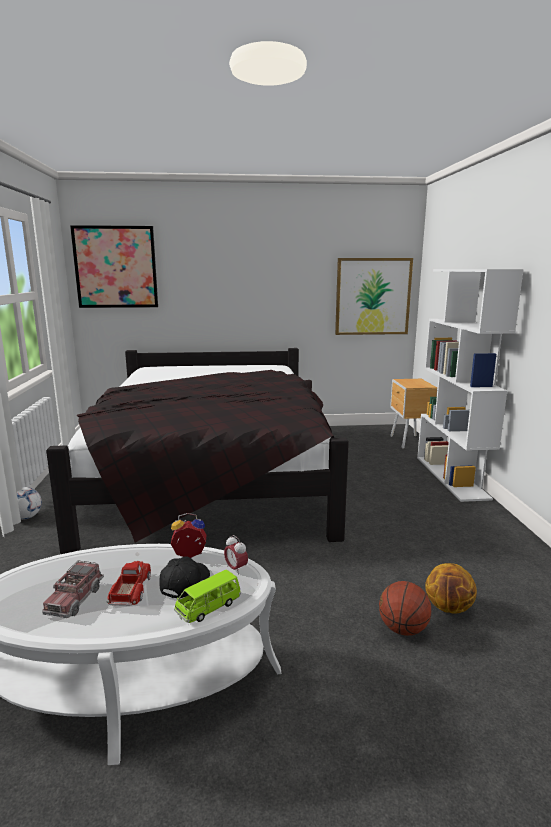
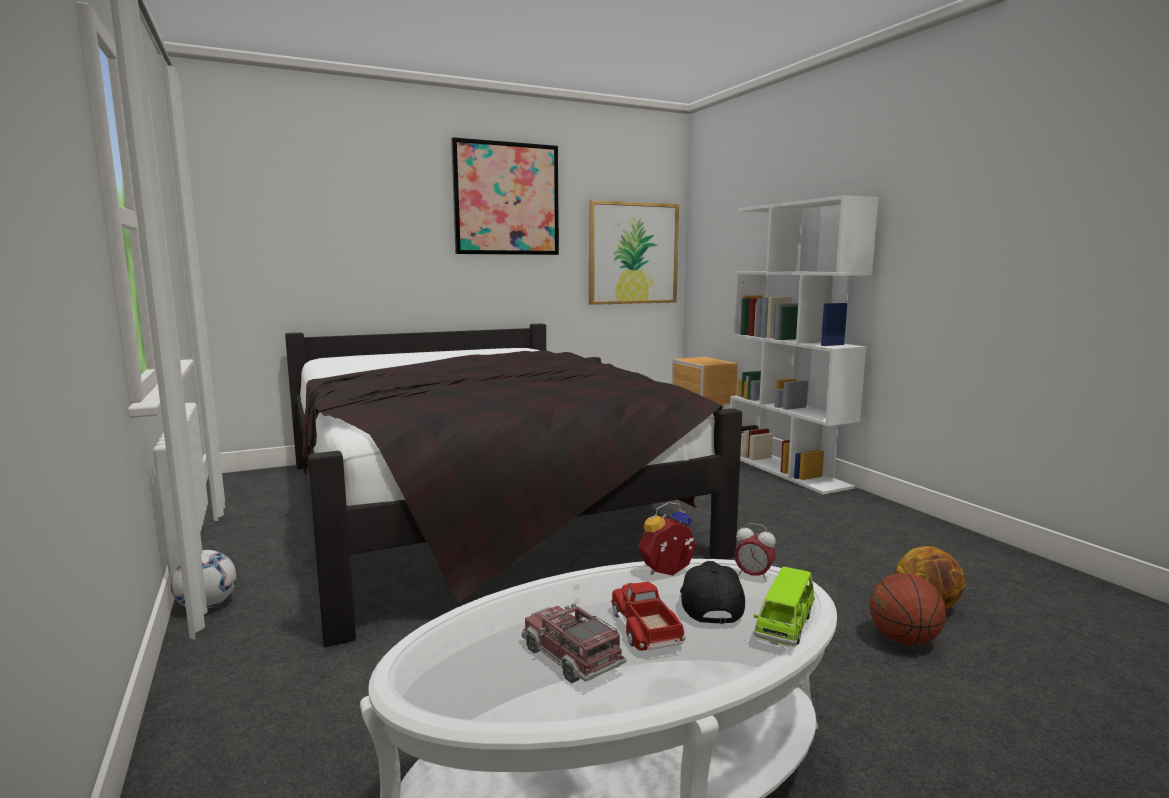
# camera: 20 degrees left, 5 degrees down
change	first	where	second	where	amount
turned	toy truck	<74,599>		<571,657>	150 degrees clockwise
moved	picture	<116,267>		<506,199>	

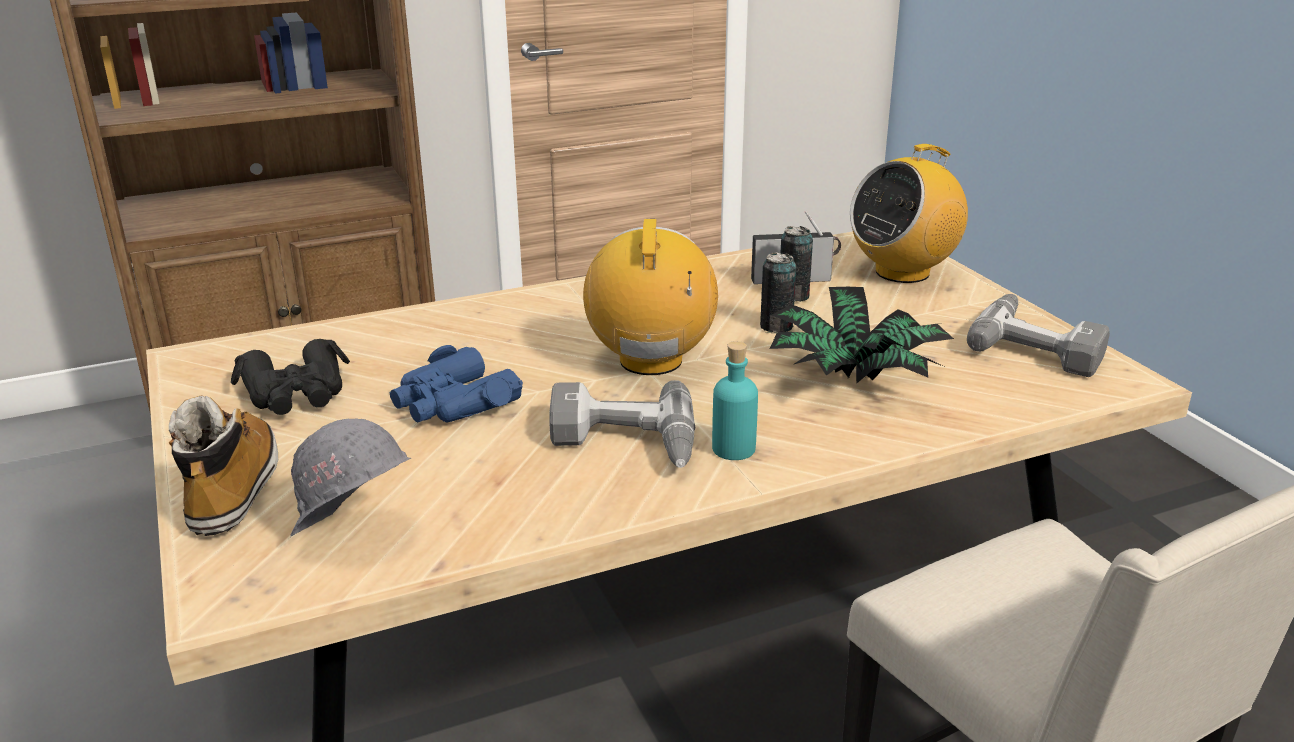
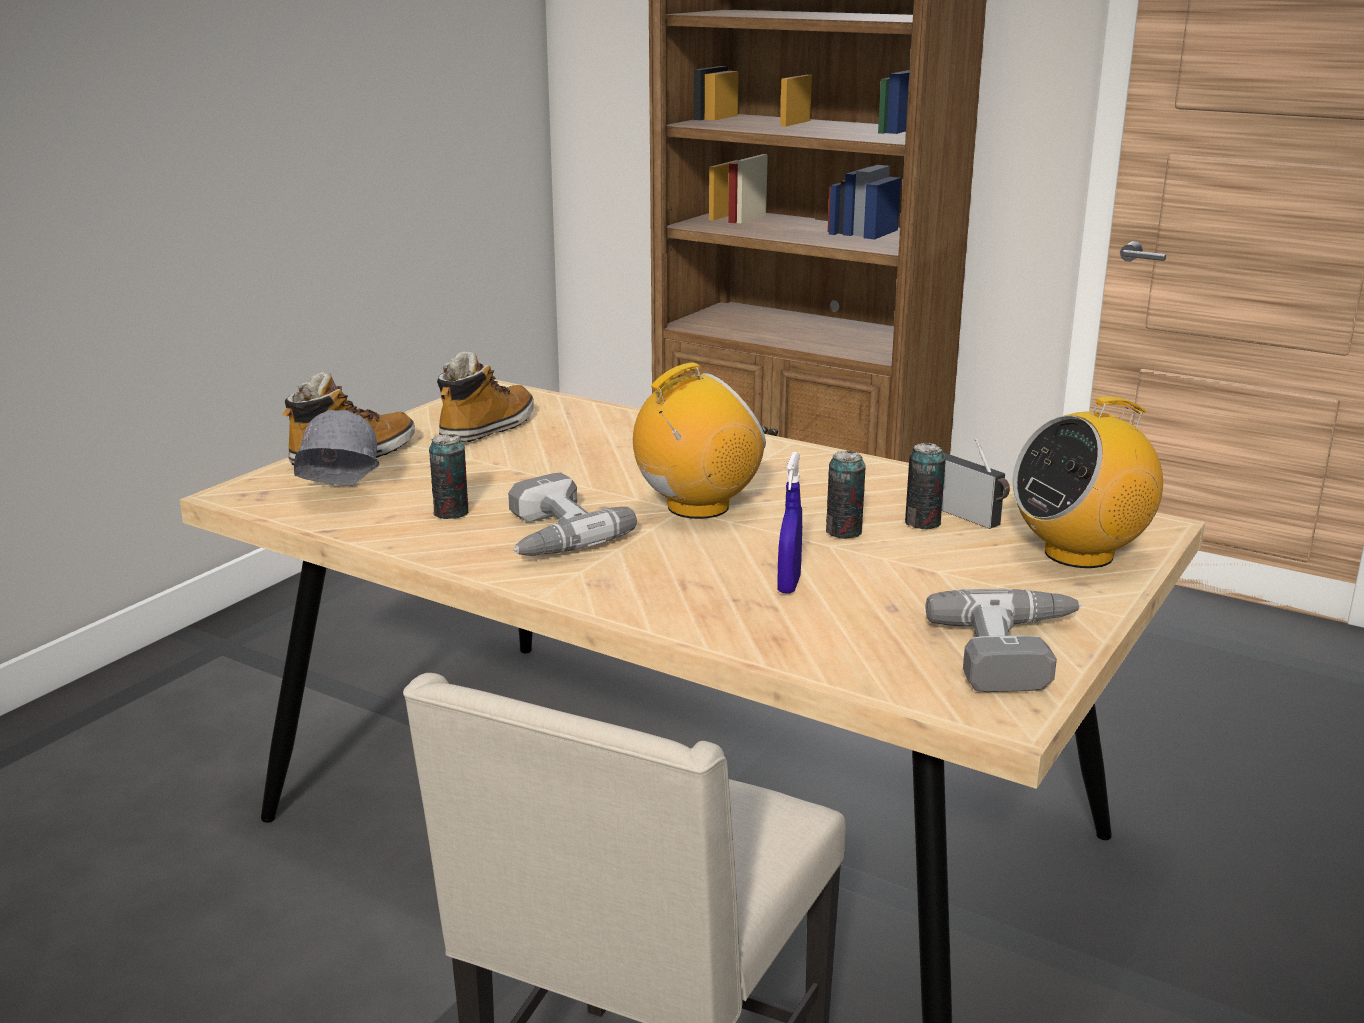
# camera: 55 degrees right, 5 degrees down
change	first	where	second	where	amount
replaced	binoculars (black)	<296,393>	boot	<487,428>	
removed	binoculars (blue)	<453,403>			
removed	bottle (turquoise)	<733,449>			
replaced	potted plant	<852,378>	spray bottle (blue)	<789,585>	
turned	radio	<902,272>		<1079,553>	45 degrees counterclockwise
added			can	<451,513>	

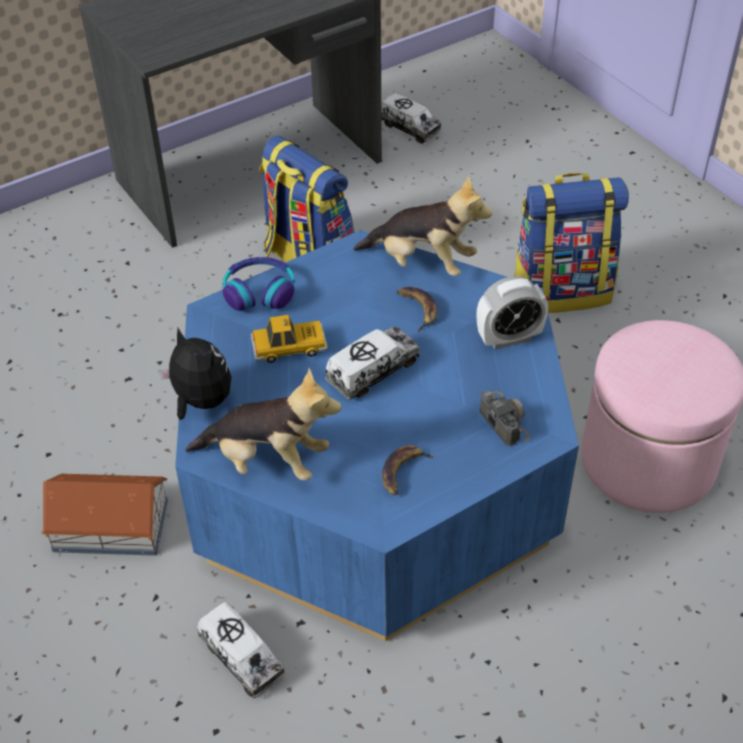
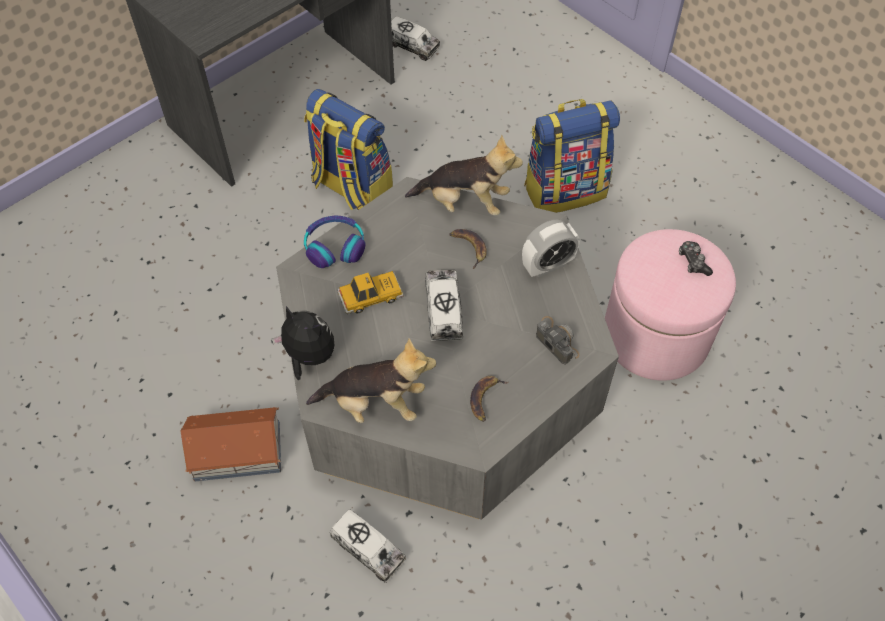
# camera: 10 degrees left, 10 degrees up
change	first	where	second	where	amount
recoloured	coffee table (blue)	<372,477>	coffee table (grey)	<441,379>	
turned	toy truck	<373,371>		<443,310>	45 degrees counterclockwise
added			game controller	<693,262>	

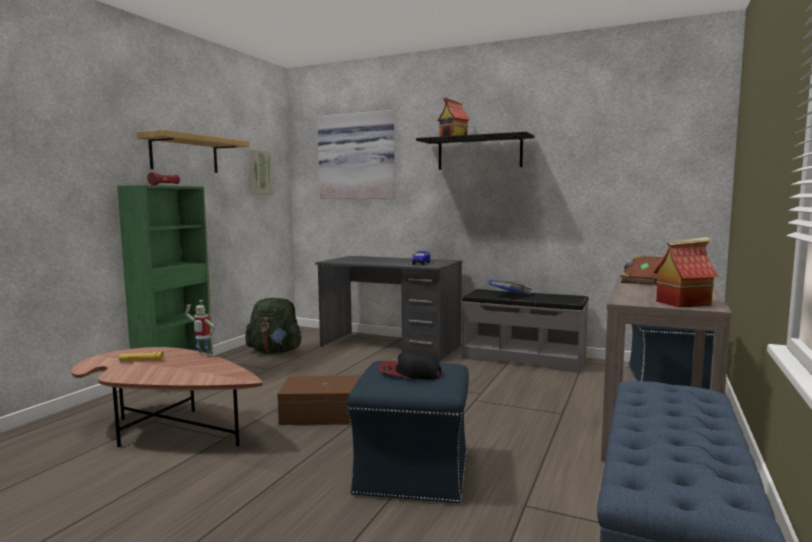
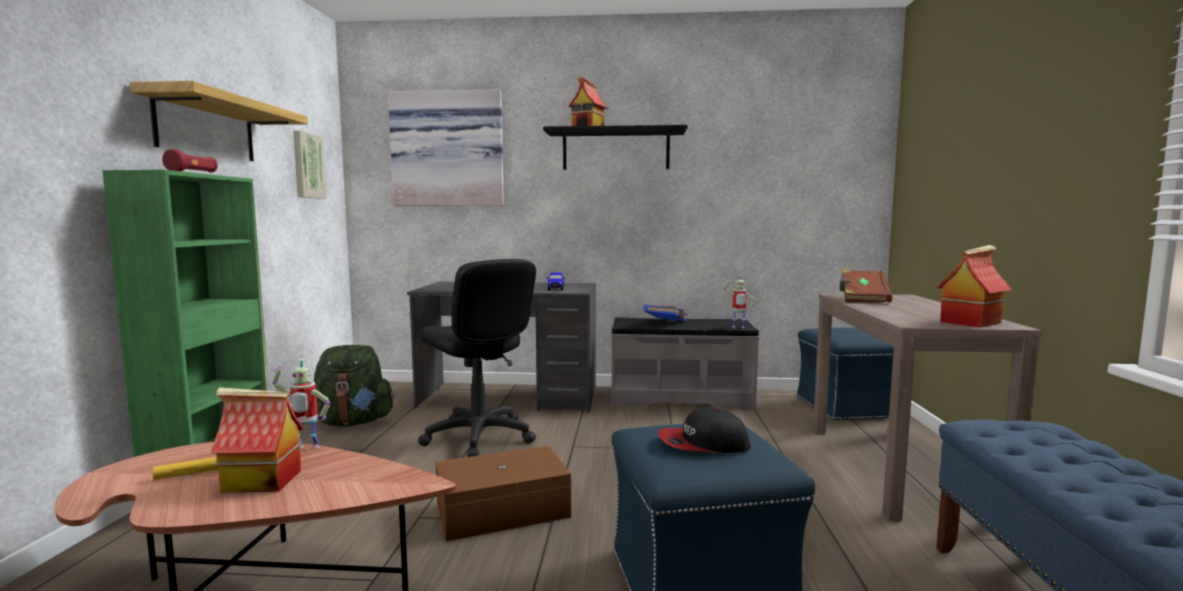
# camera: 20 degrees left, 0 degrees up
change	first	where	second	where	amount
added			toy house	<260,481>	
added			office chair (black)	<479,437>	
added			toy robot	<738,327>	

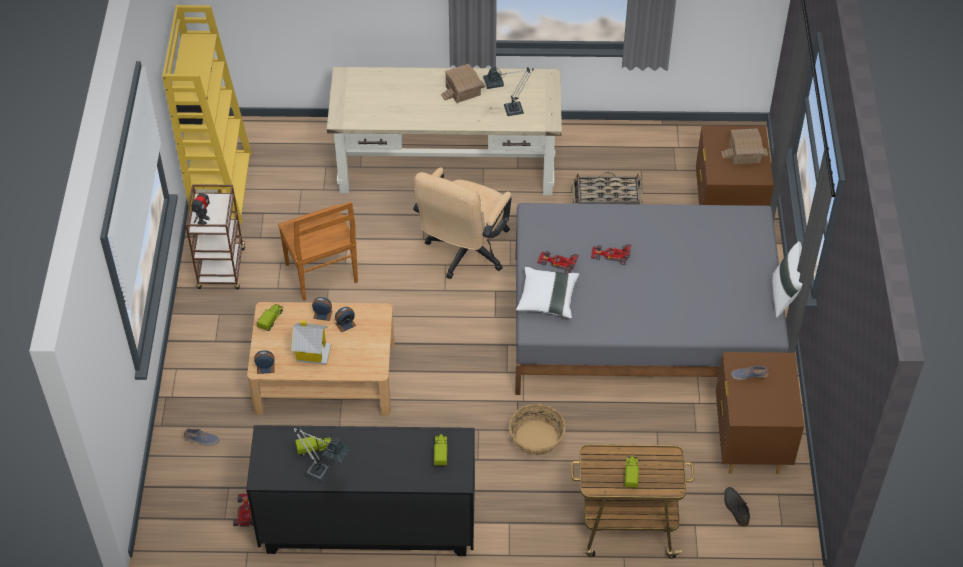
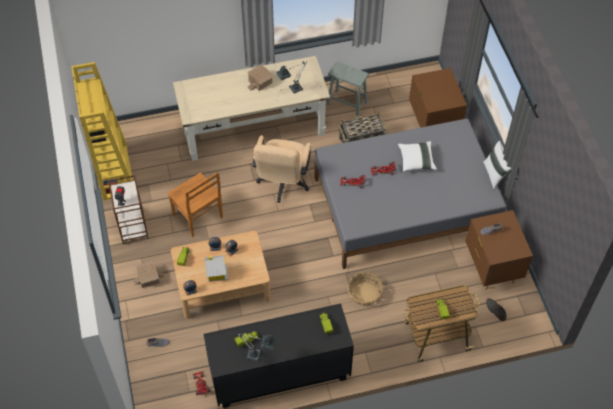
# camera: 15 degrees left, 5 degrees up
change	first	where	second	where	amount
moved	pillow (white)	<547,299>		<416,160>	
moved	toy house	<744,153>		<148,277>	
added			stool (grey)	<347,103>	

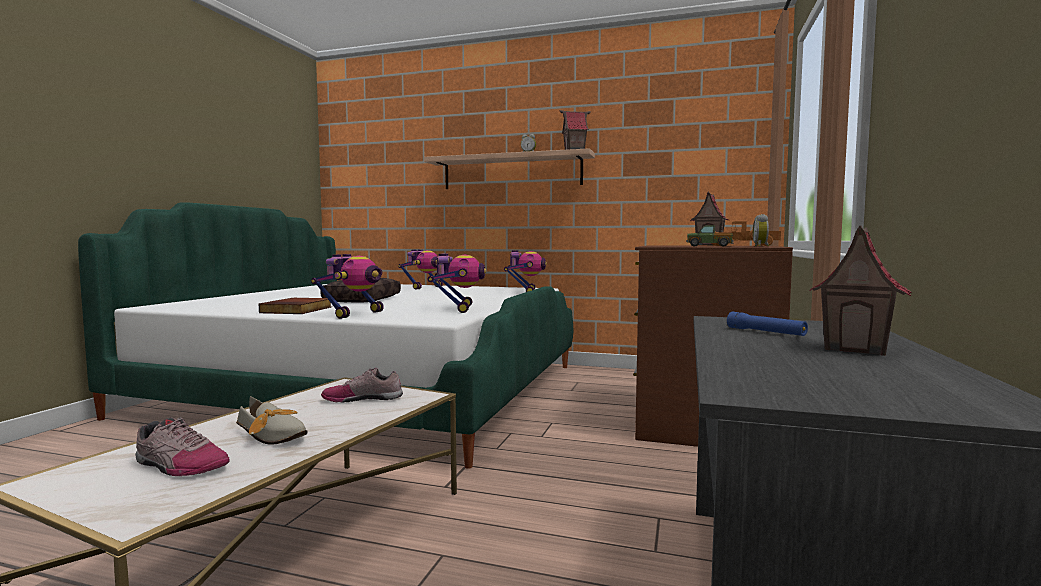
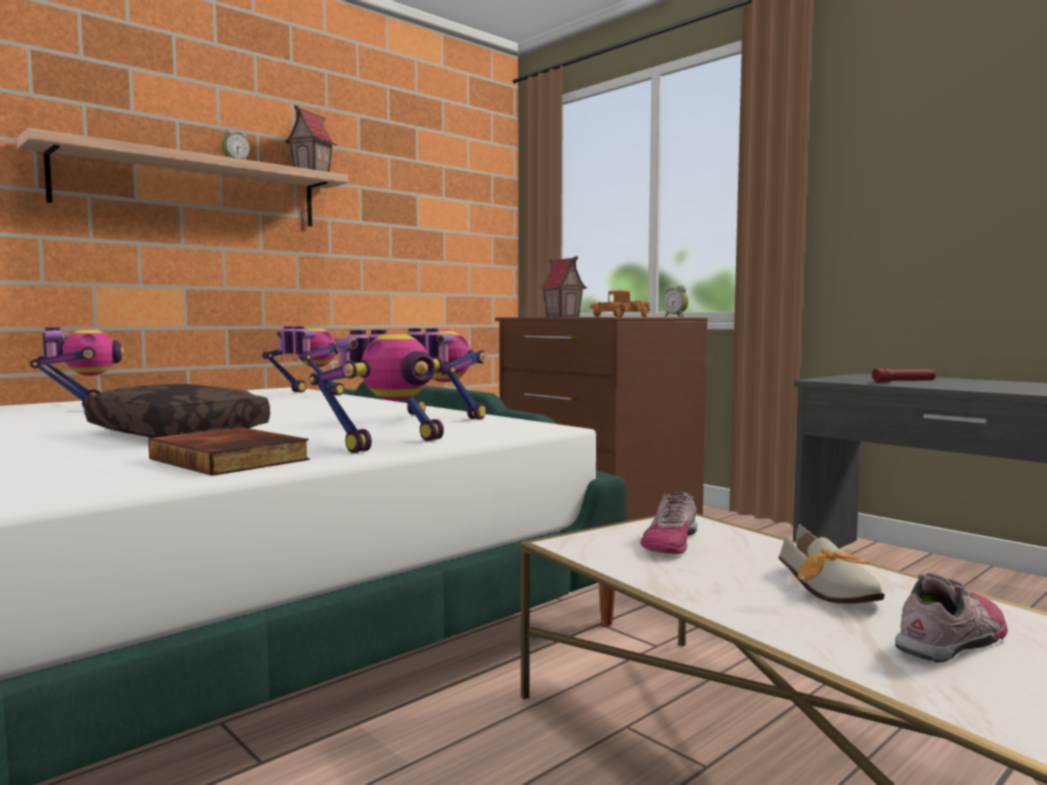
# camera: 60 degrees left, 0 degrees up
change	first	where	second	where	amount
turned	shoe	<274,436>		<830,590>	105 degrees clockwise
turned	toy robot	<354,314>		<387,444>	75 degrees clockwise
removed	toy truck	<709,246>			
recoloured	flashlight (blue)	<765,332>	flashlight (red)	<903,381>	
removed	toy house	<857,348>			

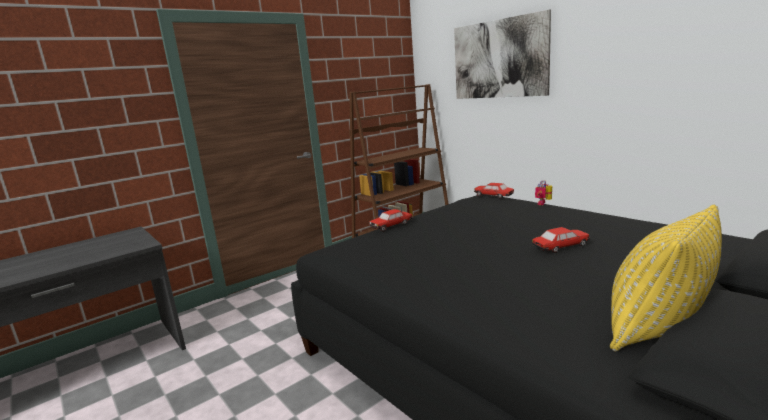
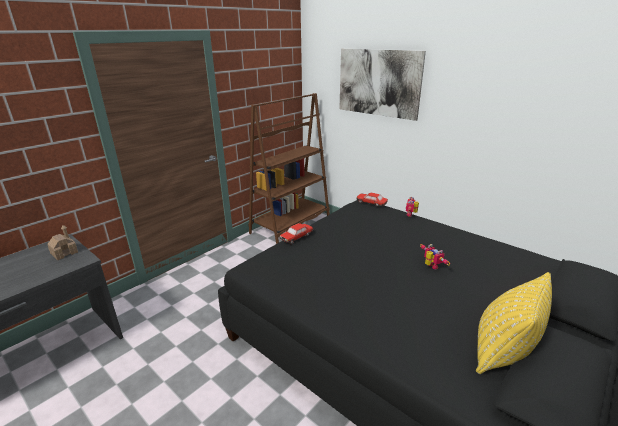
# camera: 10 degrees left, 10 degrees up
change	first	where	second	where	amount
replaced	toy car	<560,247>	toy robot	<430,266>	
added			toy house	<64,253>	

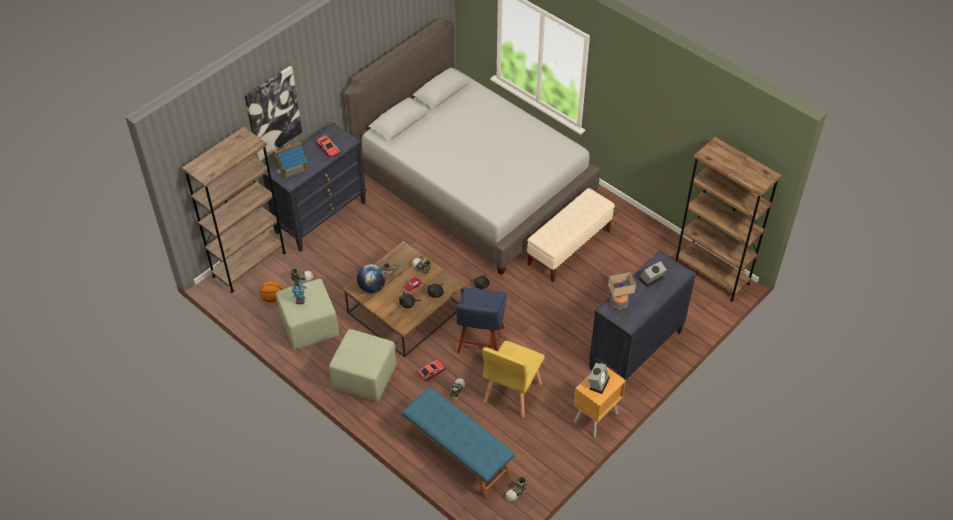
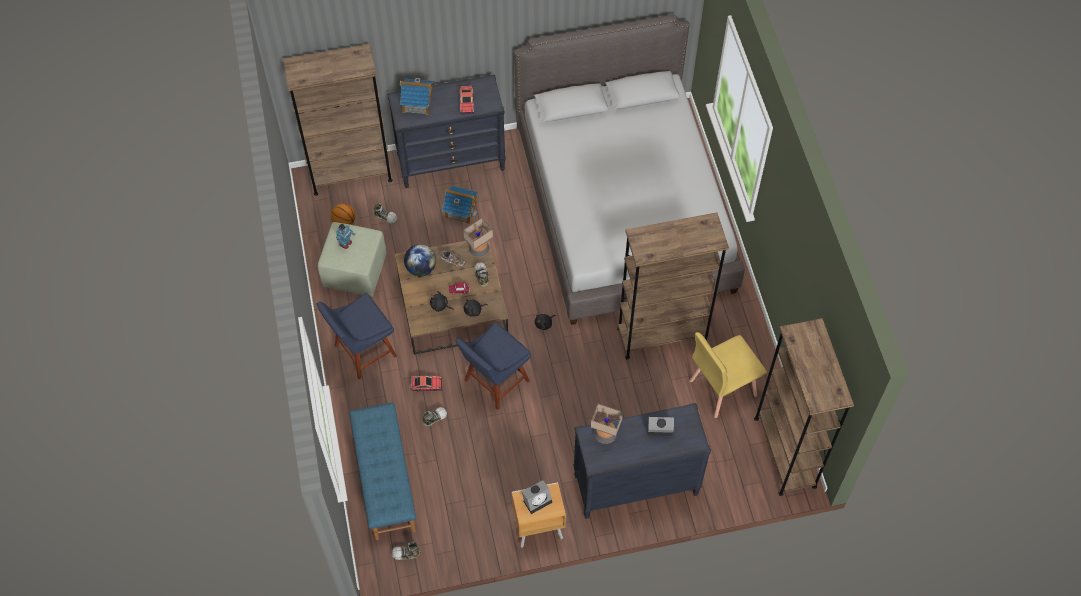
# camera: 35 degrees right, 10 degrees up
change	first	where	second	where	amount
removed	picture	<273,113>			
replaced	ottoman (green)	<363,378>	chair (blue)	<362,352>	
moved	chair (yellow)	<512,392>		<722,388>	
replaced	bench (beige)	<569,248>	bookcase (brown)	<662,335>	
added			toy house	<460,210>	
added			table lamp	<479,249>	

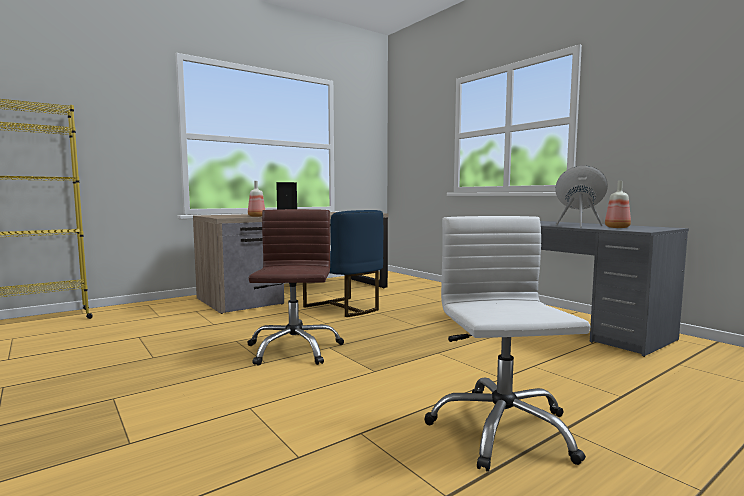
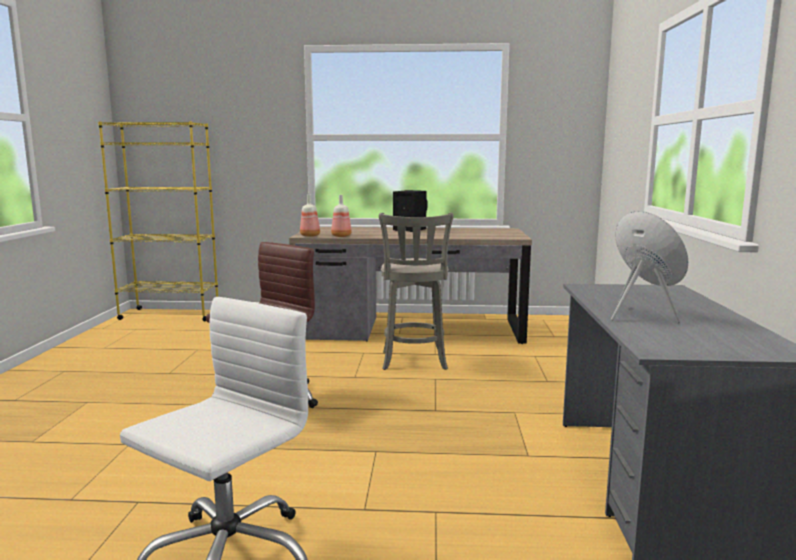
# camera: 40 degrees right, 5 degrees up
change	first	where	second	where	amount
replaced	chair (blue)	<344,308>	stool (grey)	<414,361>	
moved	bottle	<617,227>		<310,235>	

